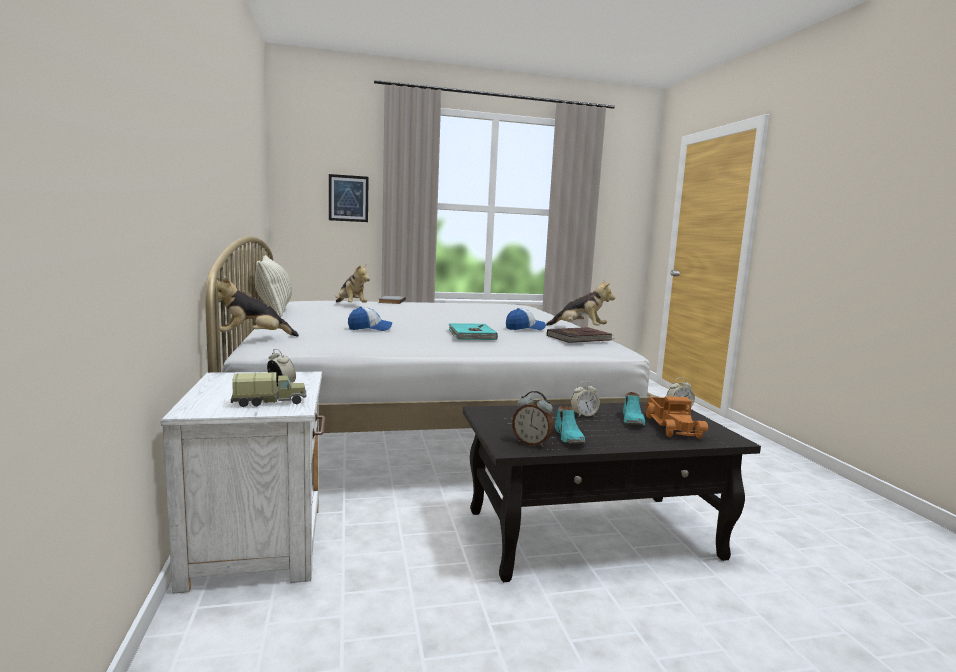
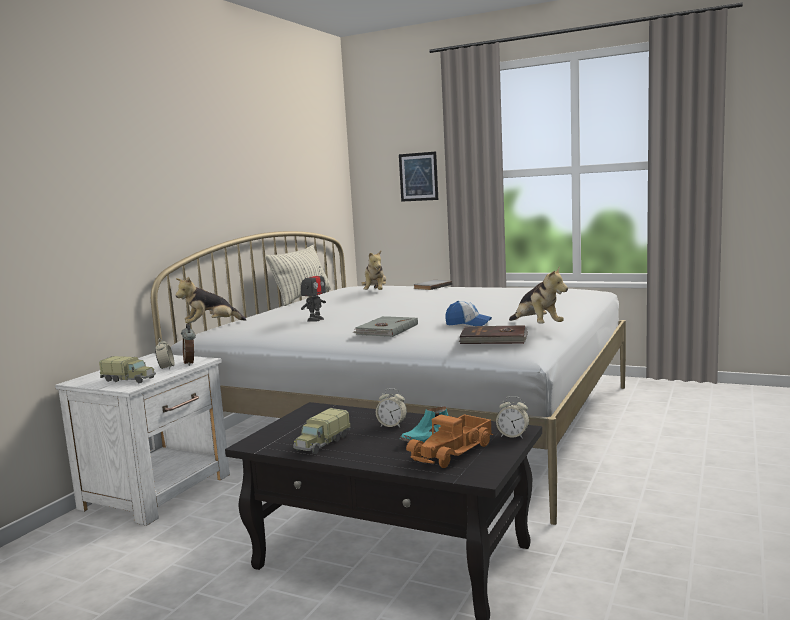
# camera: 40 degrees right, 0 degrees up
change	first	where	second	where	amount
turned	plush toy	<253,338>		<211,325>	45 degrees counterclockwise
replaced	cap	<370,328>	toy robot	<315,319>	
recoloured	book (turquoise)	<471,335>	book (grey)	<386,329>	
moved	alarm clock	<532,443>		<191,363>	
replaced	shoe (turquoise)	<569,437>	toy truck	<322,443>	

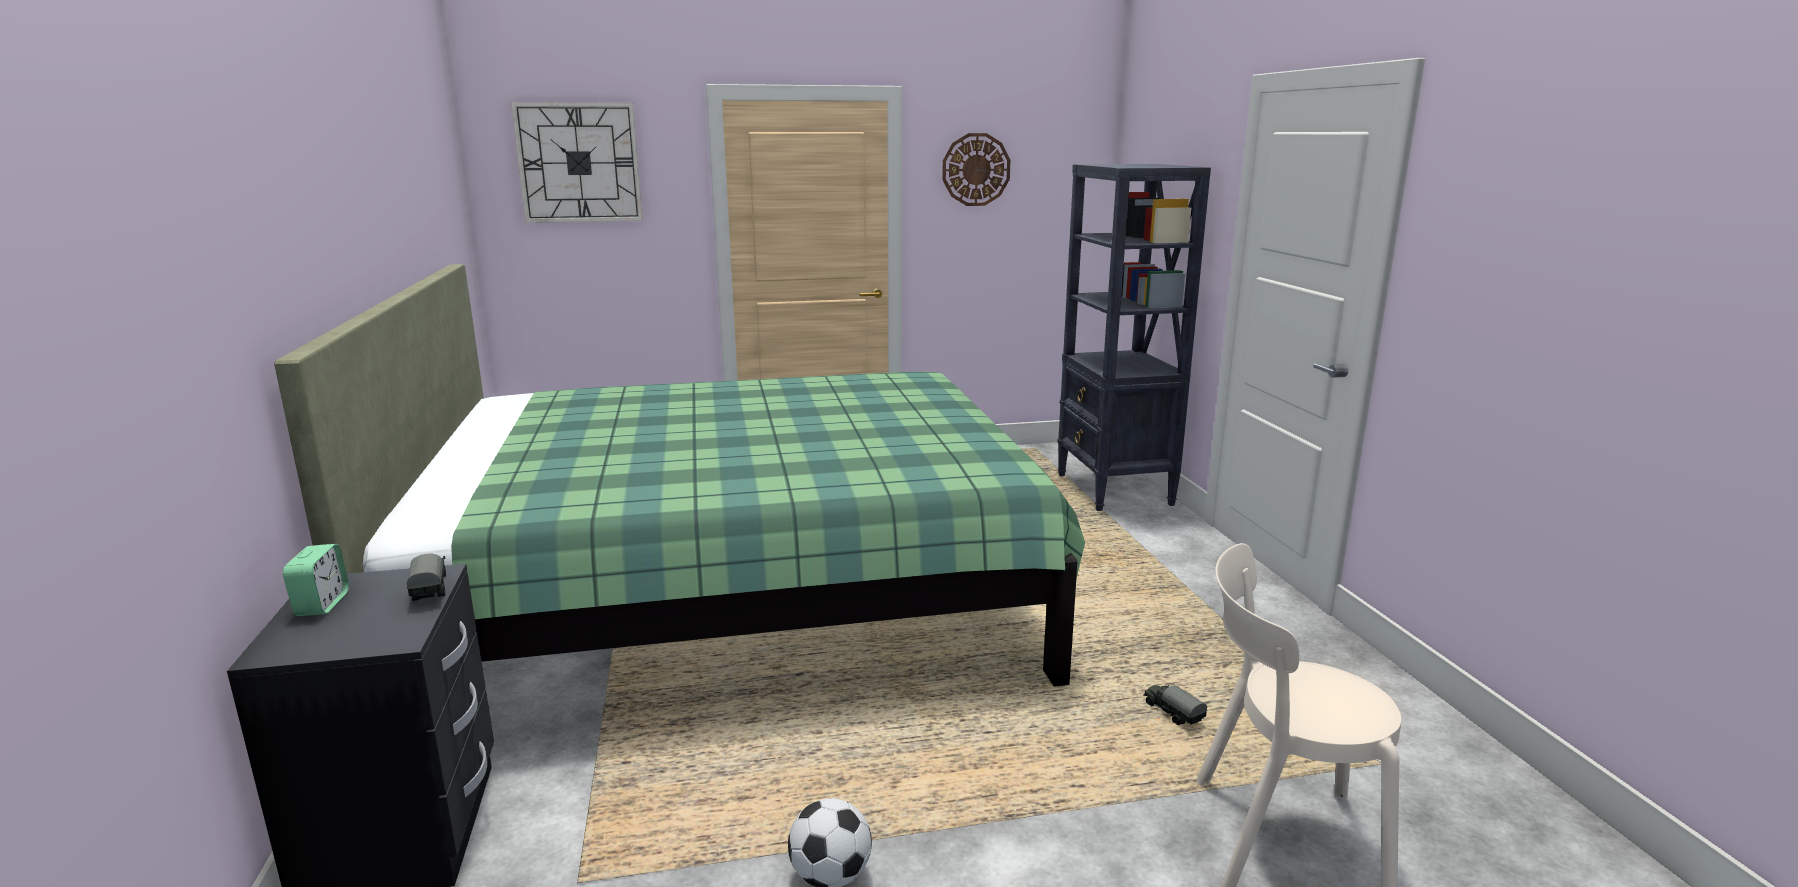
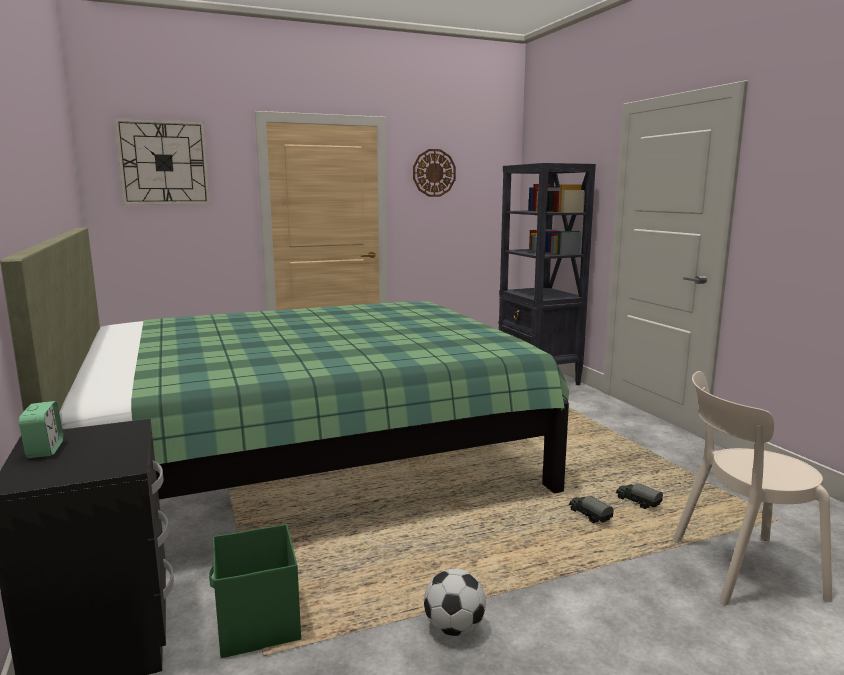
# camera: 10 degrees left, 5 degrees down
change	first	where	second	where	amount
moved	toy truck	<430,589>		<589,516>	
added			storage box (green)	<257,625>	

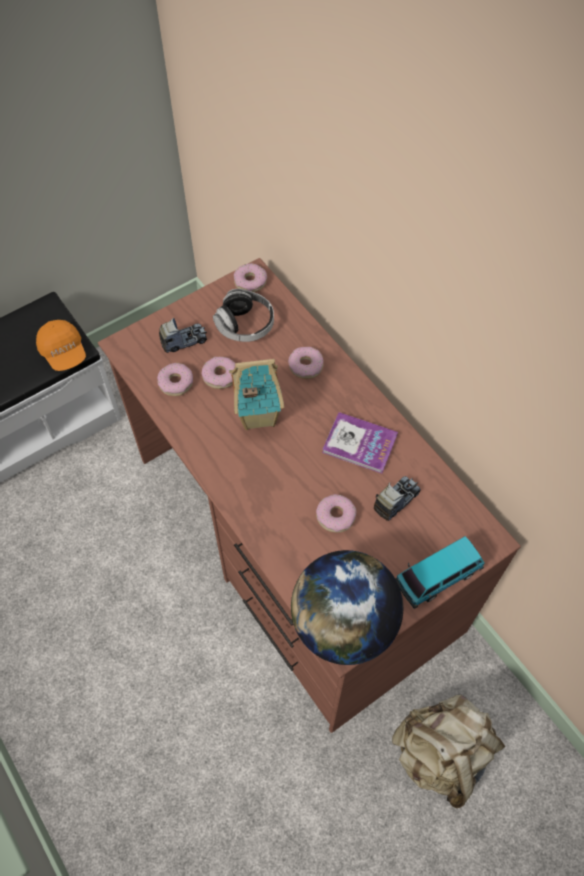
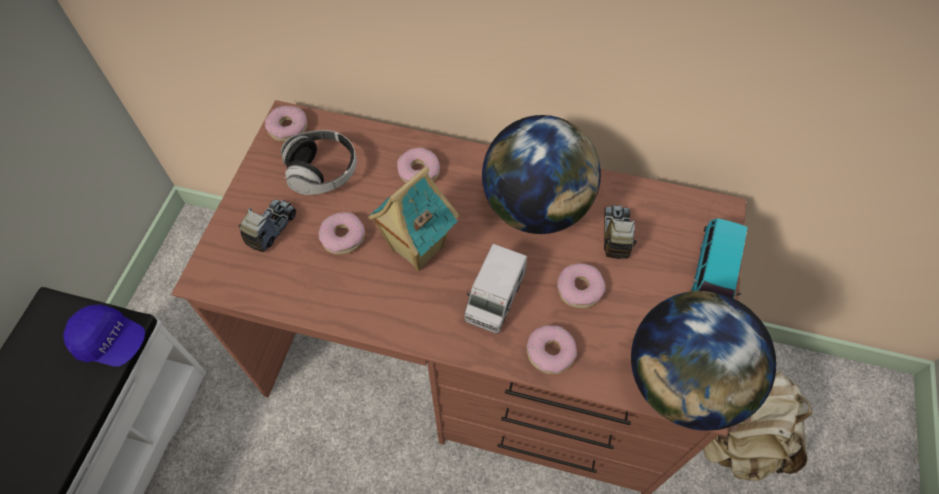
# camera: 40 degrees left, 0 degrees up
change	first	where	second	where	amount
recoloured	cap (orange)	<64,352>	cap (blue)	<111,341>	
moved	donut	<175,383>		<550,352>	
replaced	book	<359,444>	globe	<536,208>	
added			toy truck	<494,298>	

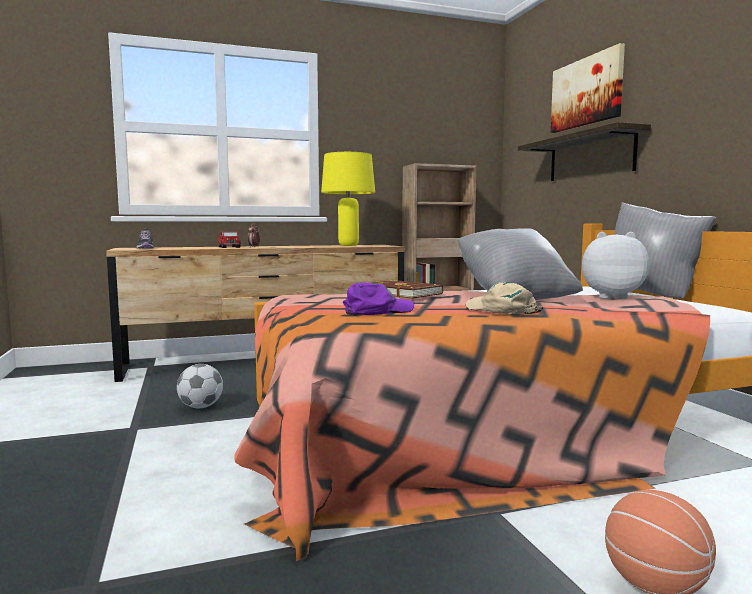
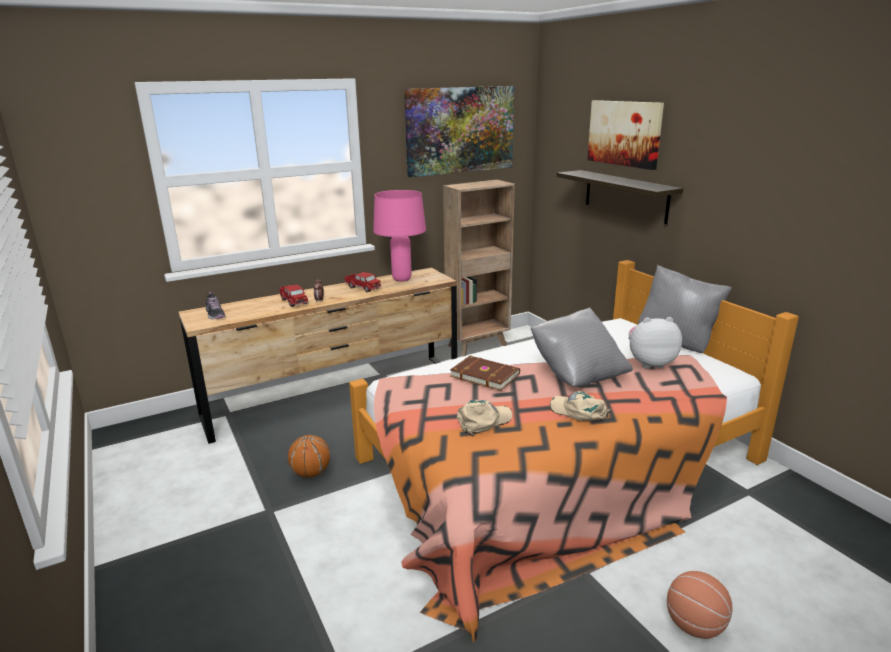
# camera: 10 degrees left, 15 degrees up
change	first	where	second	where	amount
replaced	football	<200,407>	basketball	<311,473>	
recoloured	table lamp (yellow)	<348,245>	table lamp (pink)	<401,279>	
recoloured	cap (purple)	<377,311>	cap (beige)	<484,421>	
added			toy truck	<363,287>	
added			picture	<460,130>	

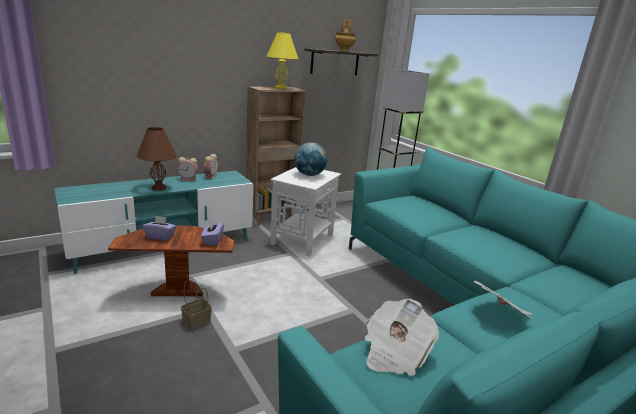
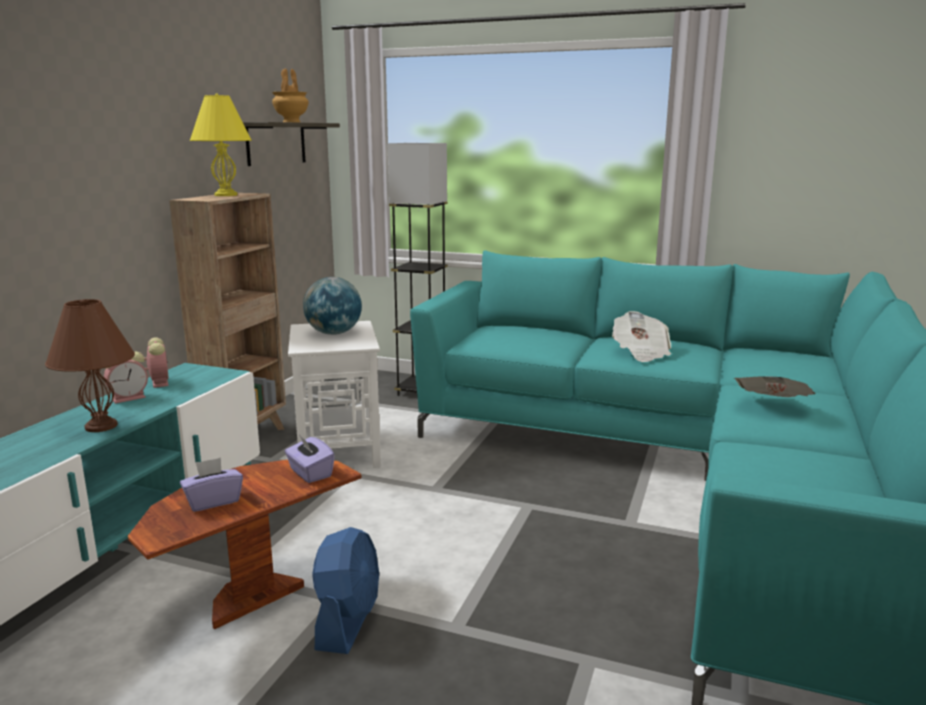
# camera: 35 degrees left, 5 degrees down
change	first	where	second	where	amount
replaced	basket	<197,320>	fan (blue)	<347,621>	
moved	newspaper	<394,352>		<640,353>	

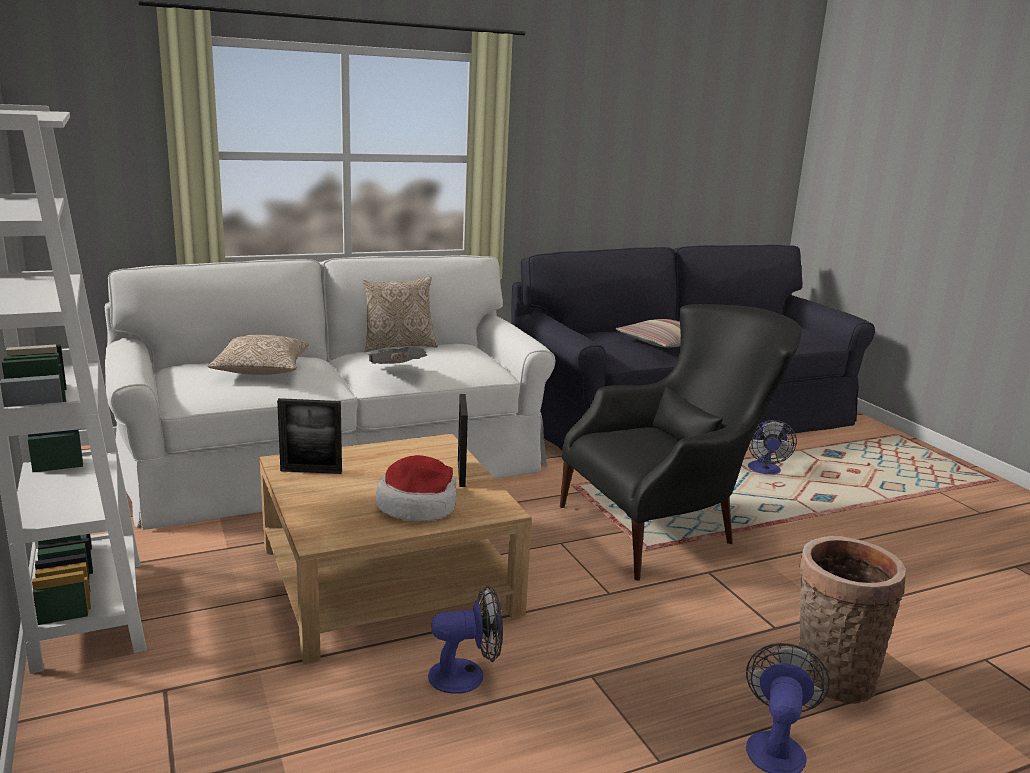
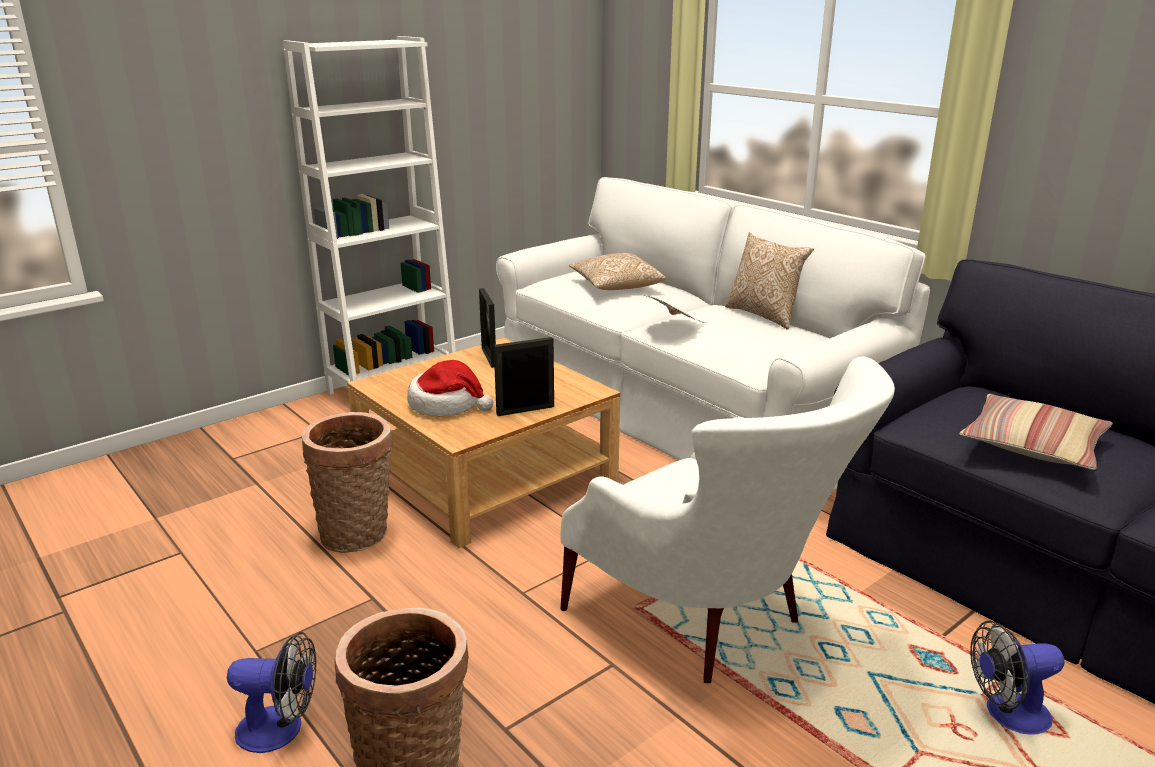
# camera: 75 degrees right, 5 degrees up
change	first	where	second	where	amount
replaced	fan	<466,675>	basket	<358,534>	
recoloured	armchair (black)	<669,526>	armchair (white)	<712,623>	

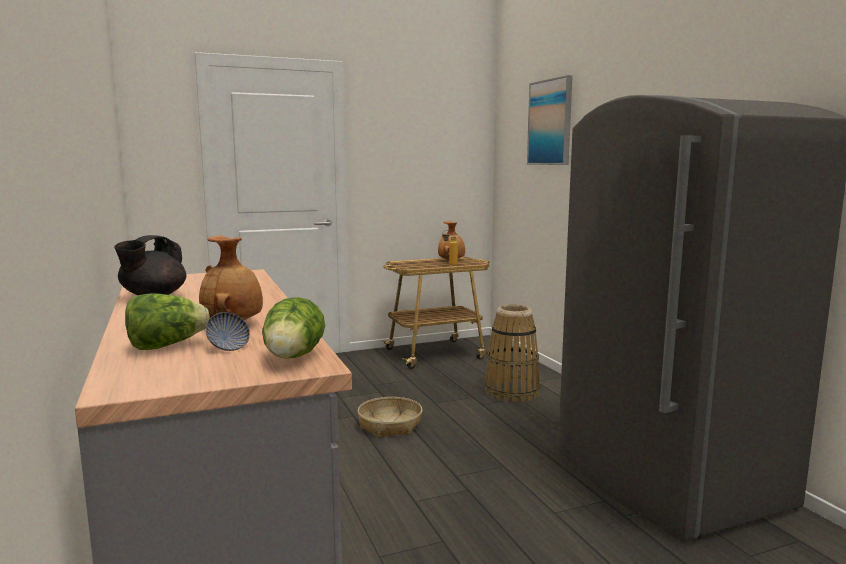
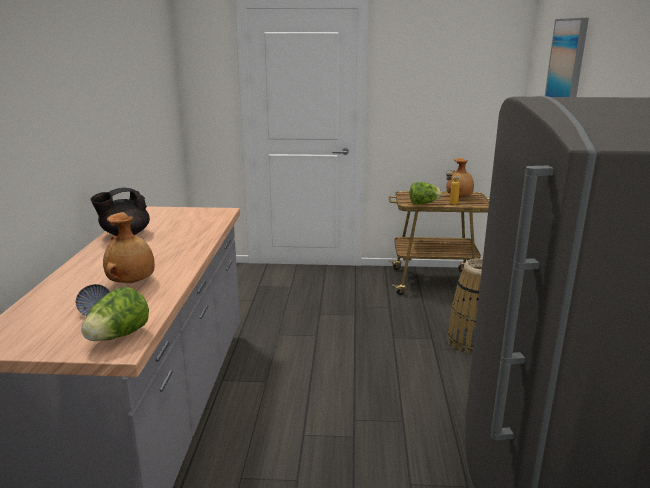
# camera: 25 degrees right, 10 degrees up
change	first	where	second	where	amount
moved	lettuce	<166,346>		<423,203>	
removed	basket	<390,425>			

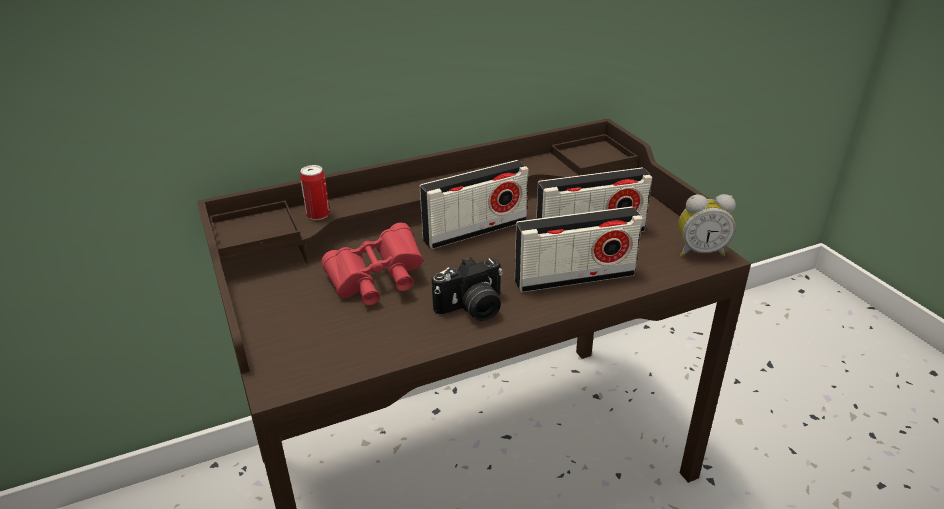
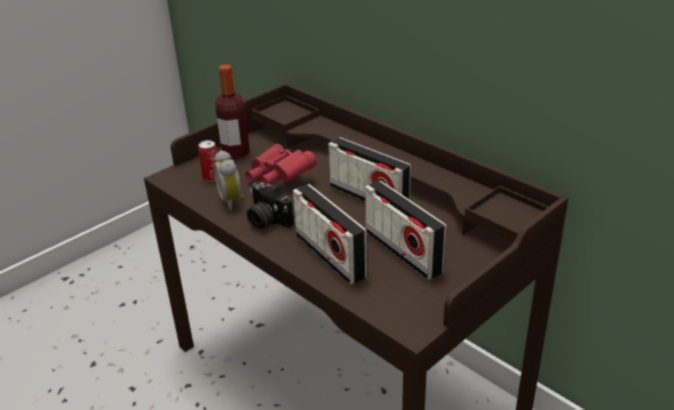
# camera: 70 degrees right, 0 degrees up
change	first	where	second	where	amount
moved	can	<318,215>		<211,177>	
moved	alarm clock	<700,251>		<232,200>	
added			bottle	<235,153>	

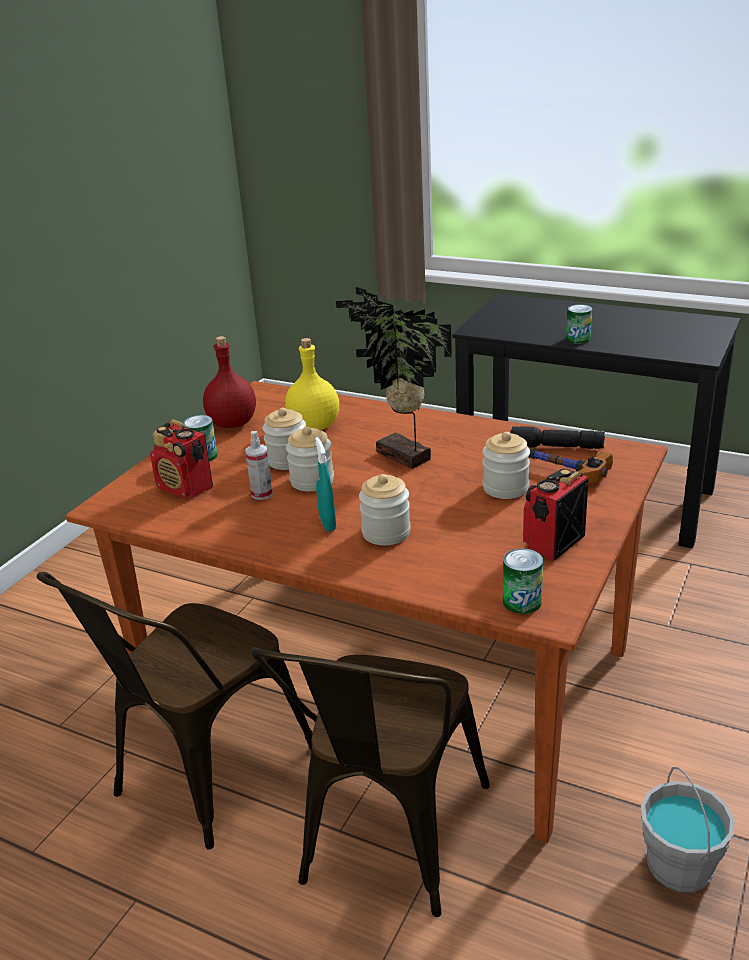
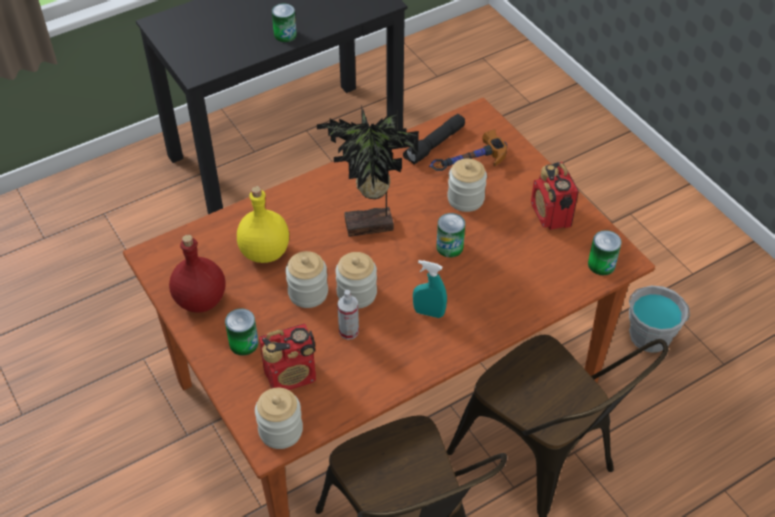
# camera: 60 degrees left, 20 degrees up
change	first	where	second	where	amount
moved	jar	<386,533>		<280,430>	
added			can	<449,247>	

